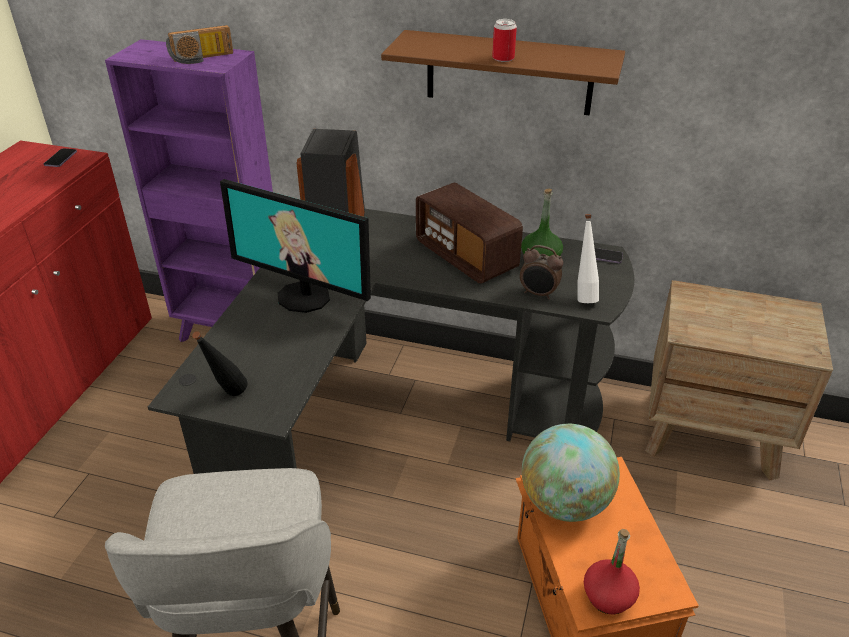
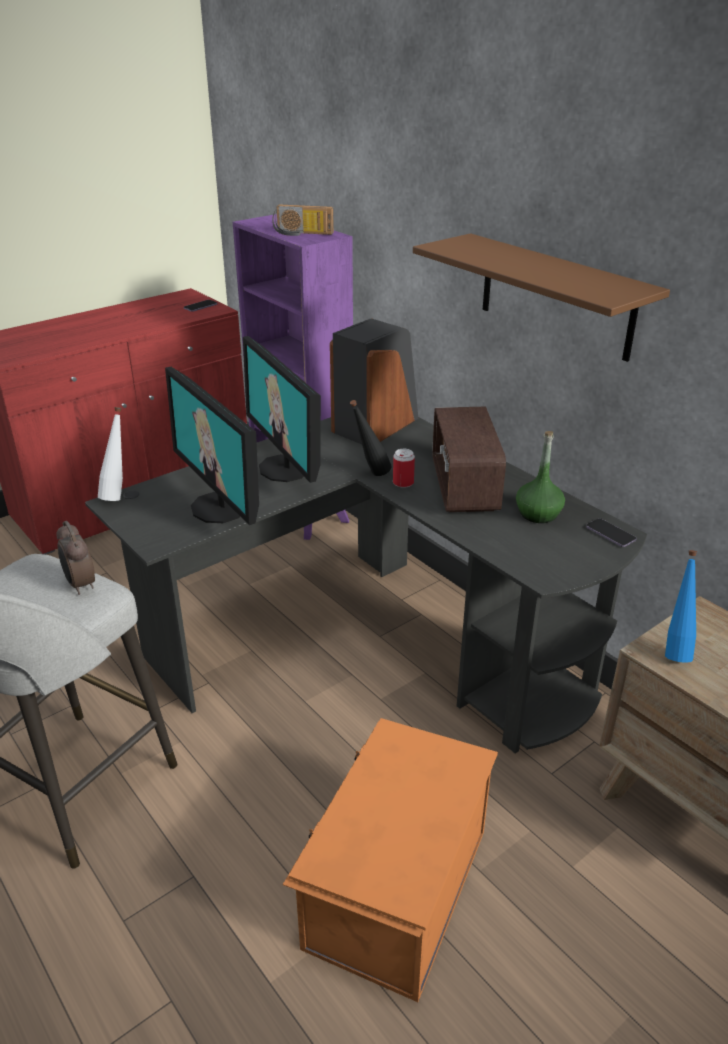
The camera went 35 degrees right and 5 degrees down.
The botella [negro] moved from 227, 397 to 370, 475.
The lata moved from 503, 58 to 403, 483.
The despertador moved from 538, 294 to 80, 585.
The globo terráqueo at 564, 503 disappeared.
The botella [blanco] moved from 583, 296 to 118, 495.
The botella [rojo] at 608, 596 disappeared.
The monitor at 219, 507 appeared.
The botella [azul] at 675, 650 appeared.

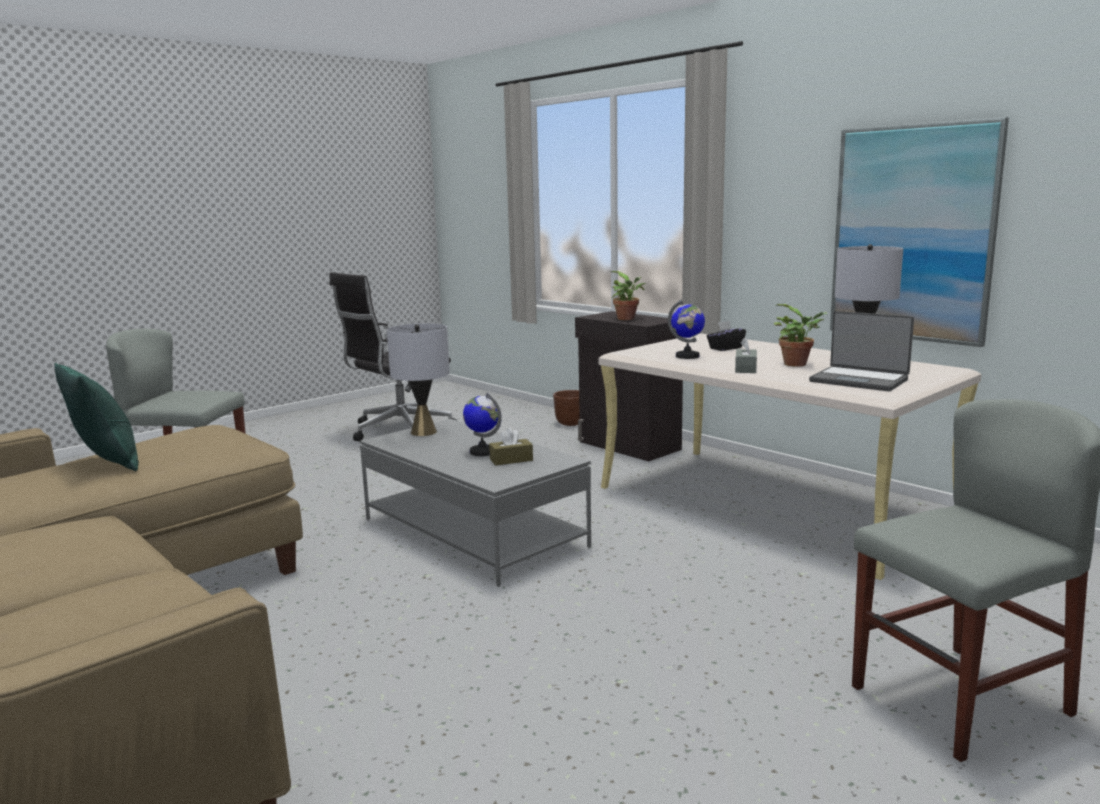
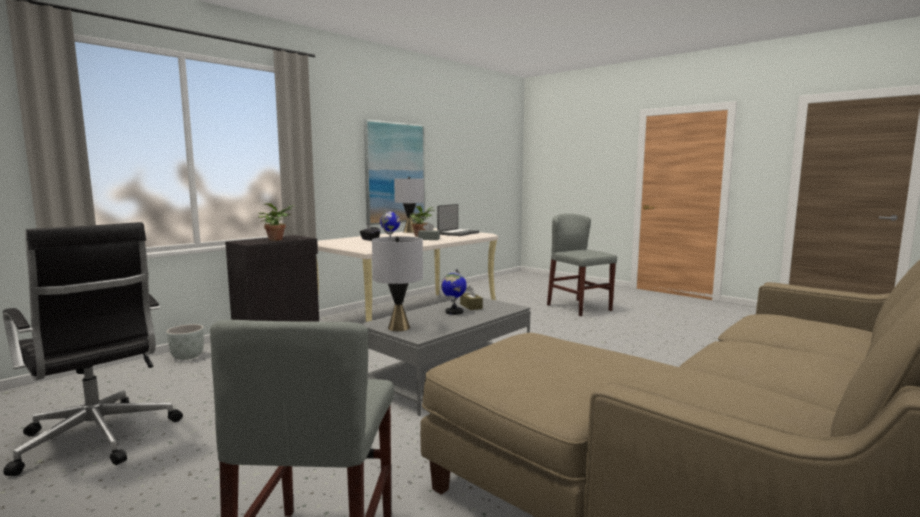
The camera went 95 degrees left and 5 degrees down.
The cojín [verde] at 107, 462 disappeared.
The maceta [marrón] at 571, 423 became the maceta [gris] at 188, 357.

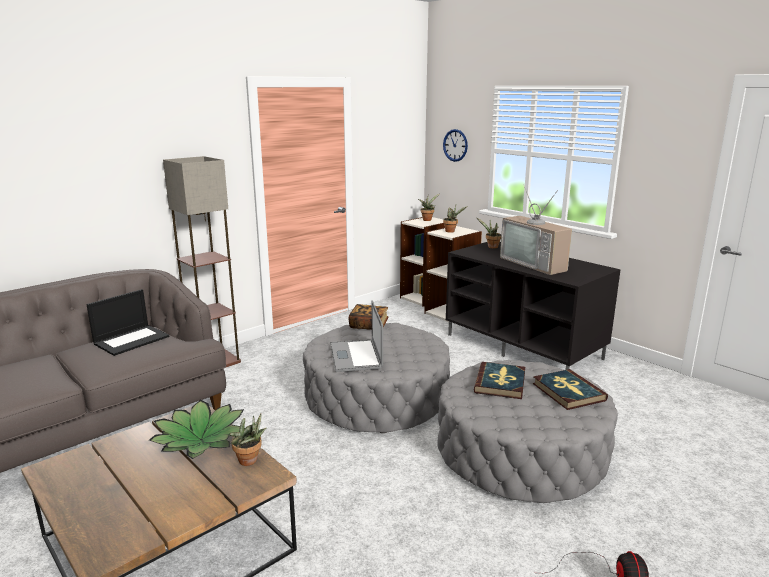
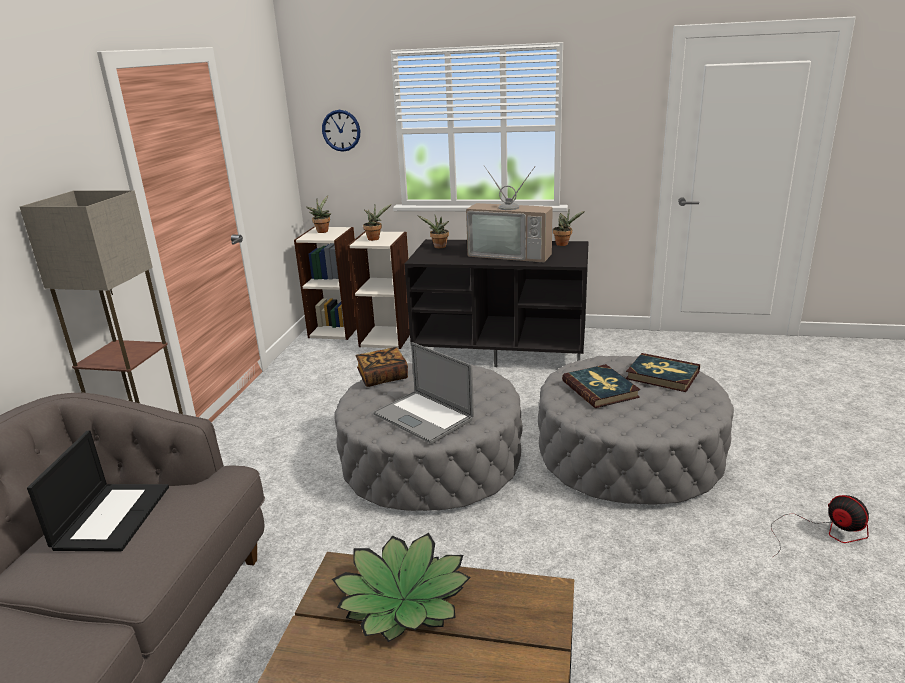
The camera went 35 degrees left and 5 degrees up.
The planta en maceta moved from 250, 461 to 564, 244.

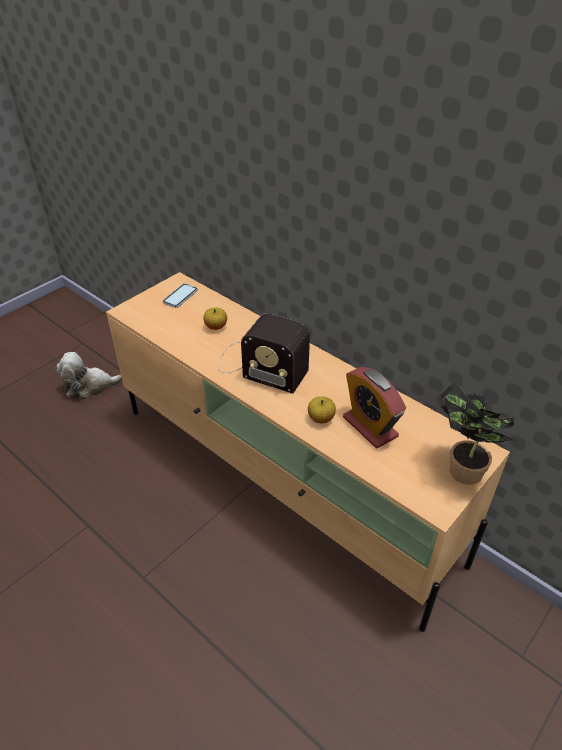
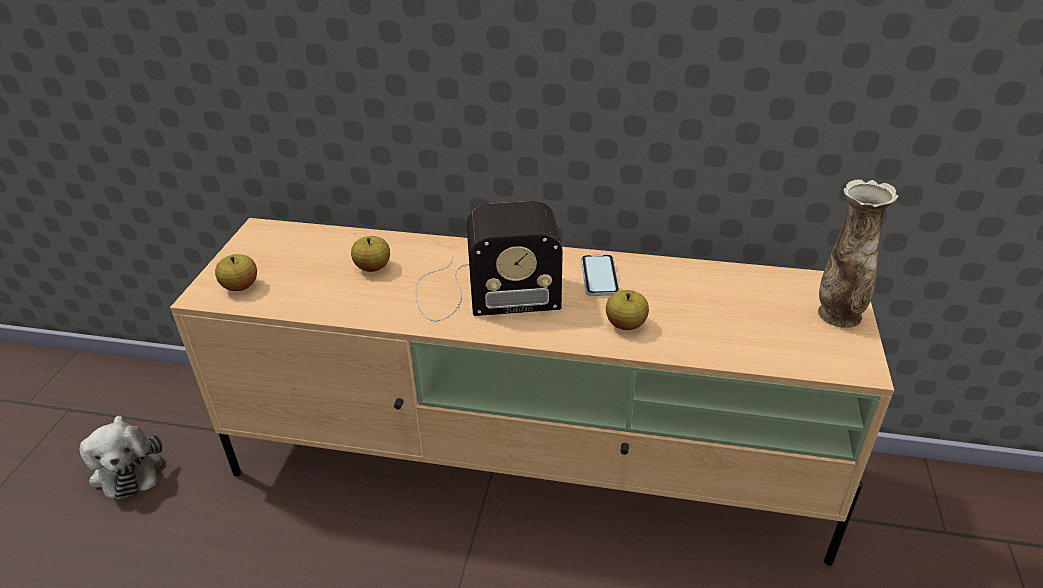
The camera went 30 degrees left and 5 degrees down.
The peluche at 90, 386 turned 75 degrees counterclockwise.
The móvil moved from 180, 296 to 599, 277.
The despertador at 370, 427 disappeared.
The planta en maceta at 460, 470 was replaced by the florero at 837, 314.
The manzana at 240, 287 appeared.

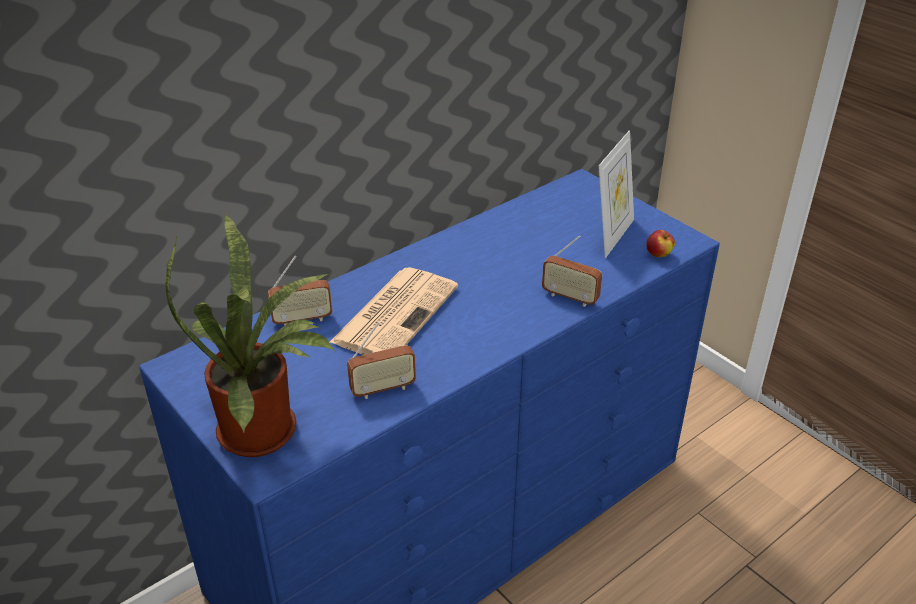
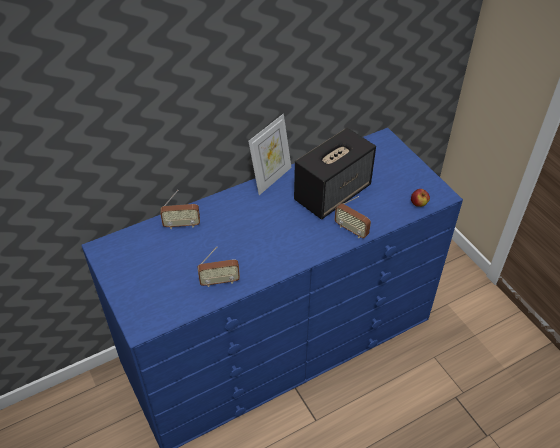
The camera went 10 degrees right and 10 degrees up.
The planta en maceta at 266, 431 disappeared.
The periódico at 396, 313 disappeared.
The portarretratos moved from 612, 236 to 271, 178.
The altavoz at 333, 193 appeared.

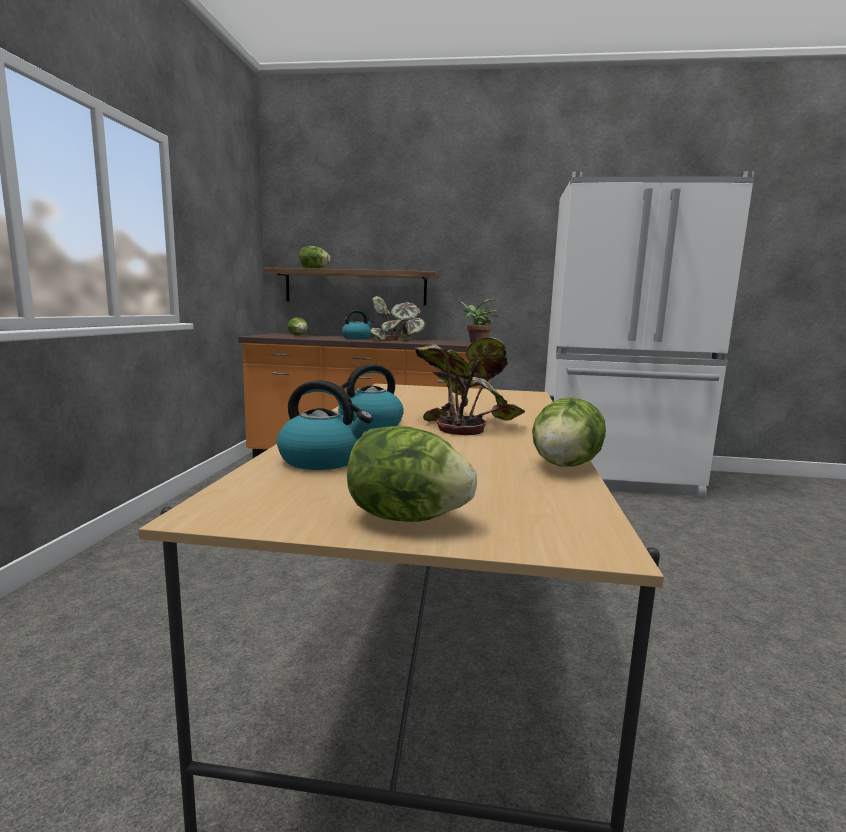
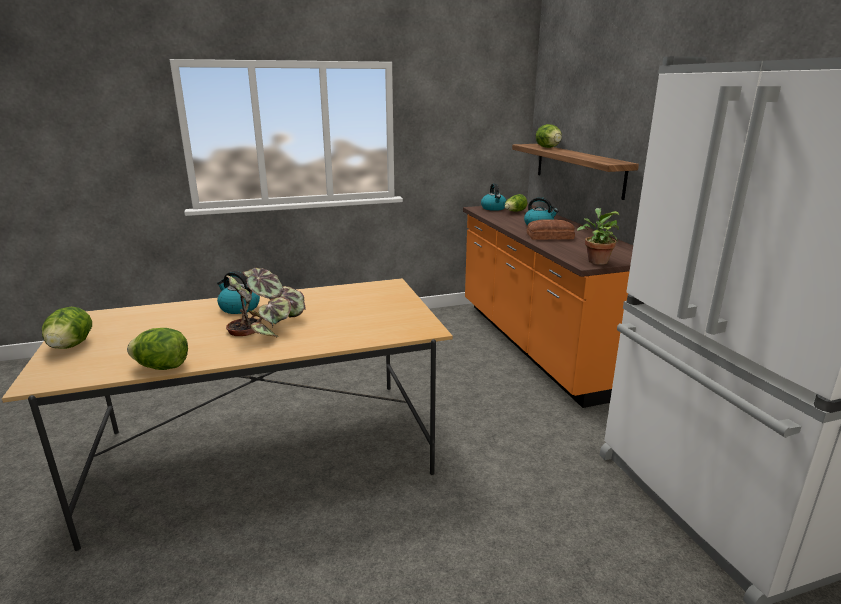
The camera went 65 degrees right and 10 degrees up.
The hervidor moved from 323, 460 to 493, 208.
The planta en maceta at 397, 340 was replaced by the pan at 550, 237.

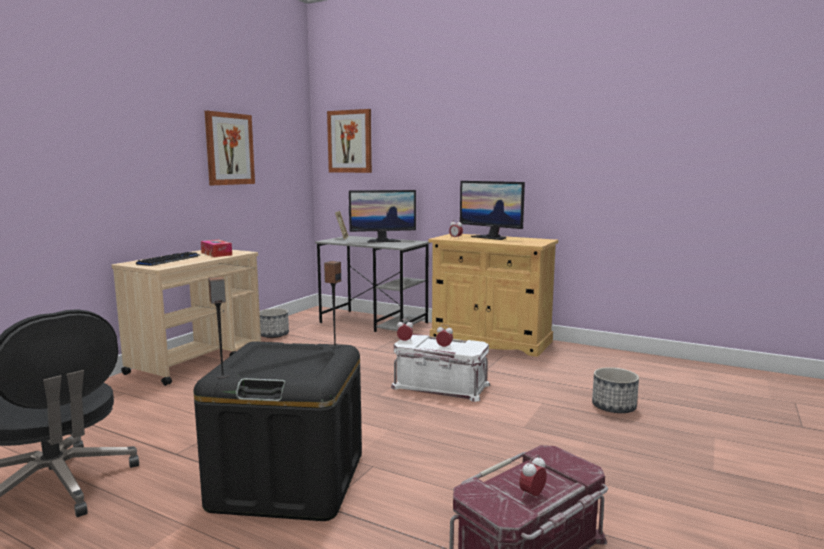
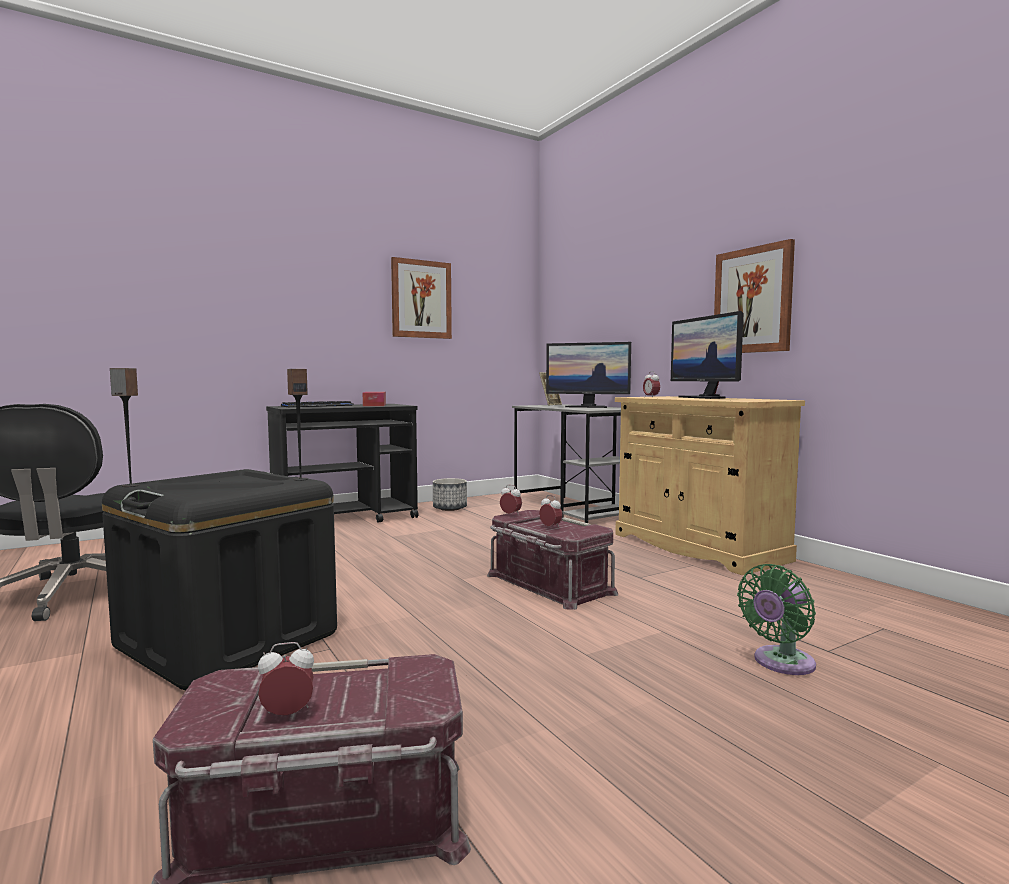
The camera went 30 degrees right and 5 degrees down.
The carrito [beis] at 197, 360 became the carrito [negro] at 346, 519.
The cuadro moved from 350, 141 to 753, 300.
The caja de almacenaje [blanco] at 440, 386 became the caja de almacenaje [rojo] at 548, 584.
The maceta at 614, 407 was replaced by the ventilador [verde] at 780, 663.

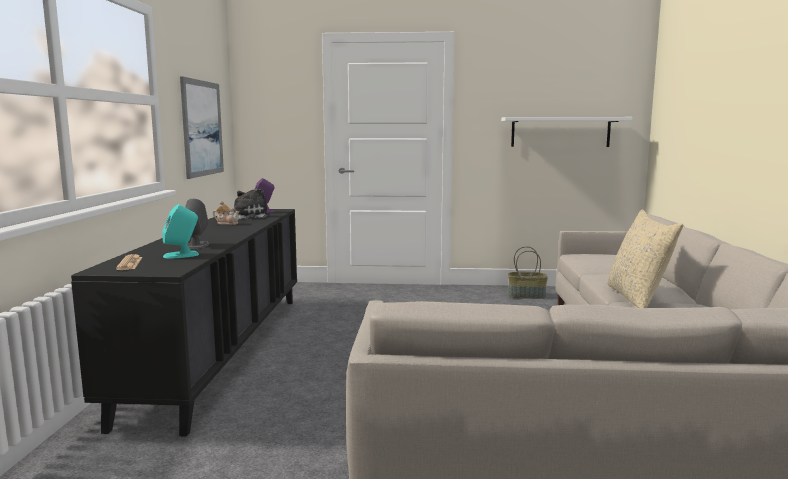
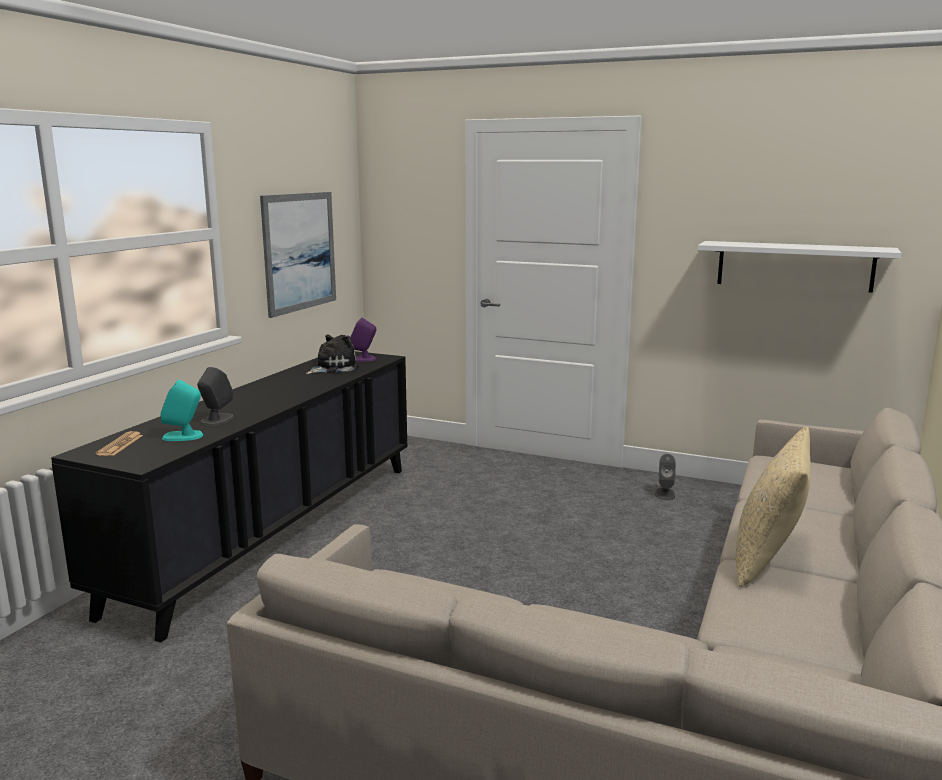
The camera went 20 degrees right and 5 degrees up.
The tetera at 227, 223 disappeared.
The cesta at 527, 295 disappeared.
The altavoz [gris] at 664, 494 appeared.

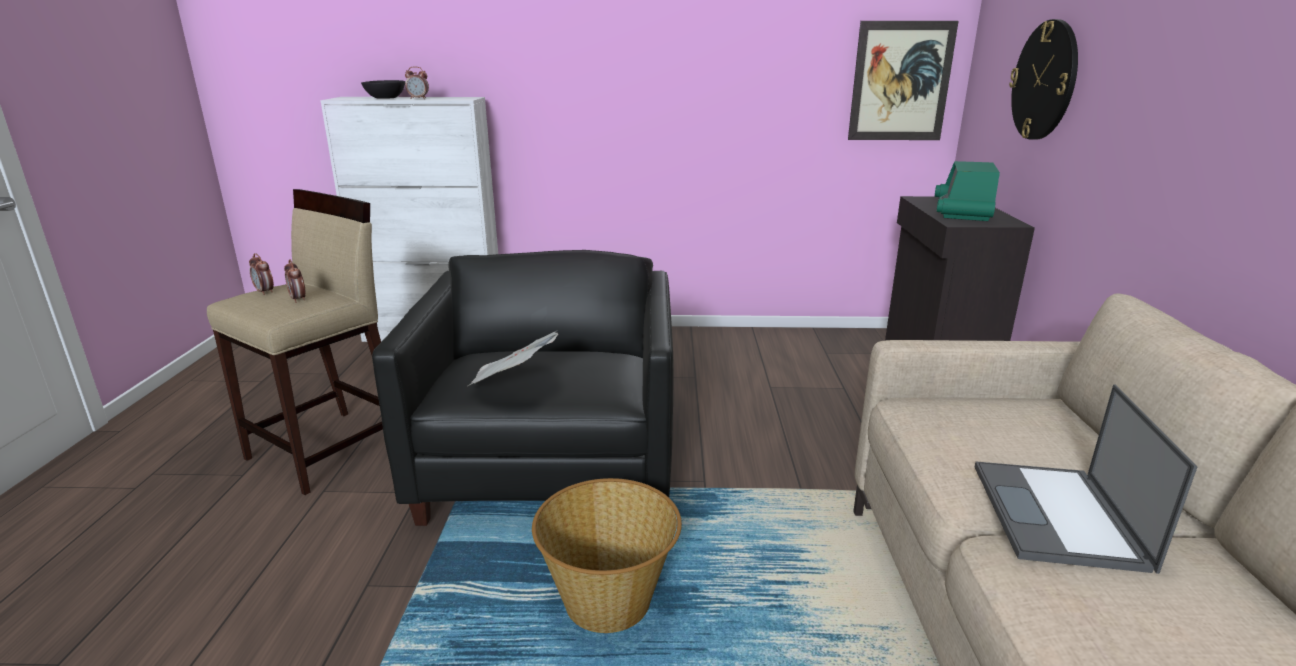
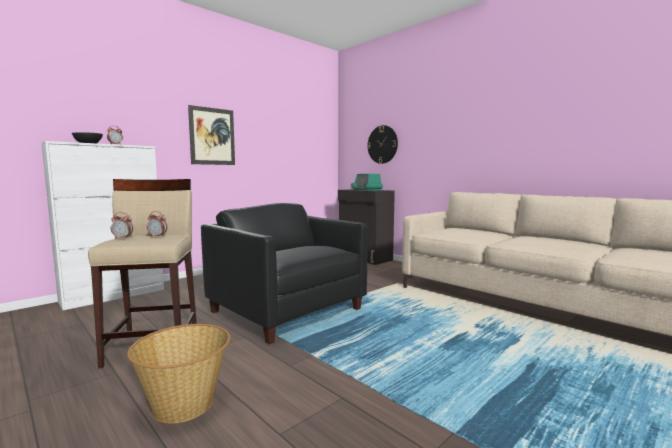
The camera went 45 degrees left and 15 degrees down.
The periódico at 514, 381 disappeared.
The cesta moved from 609, 603 to 184, 404.
The cuadro moved from 901, 82 to 212, 136.
The portátil at 1059, 516 disappeared.

